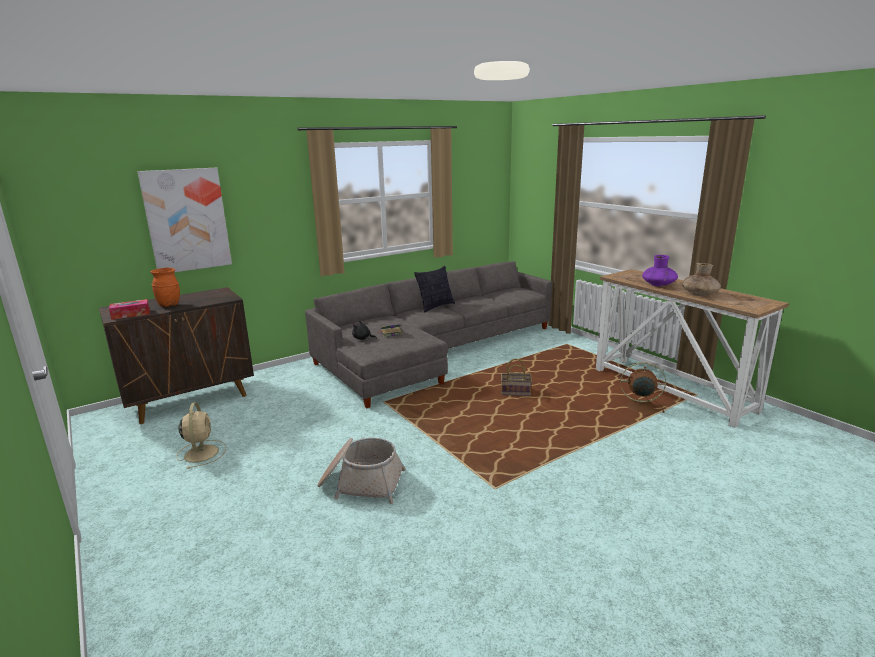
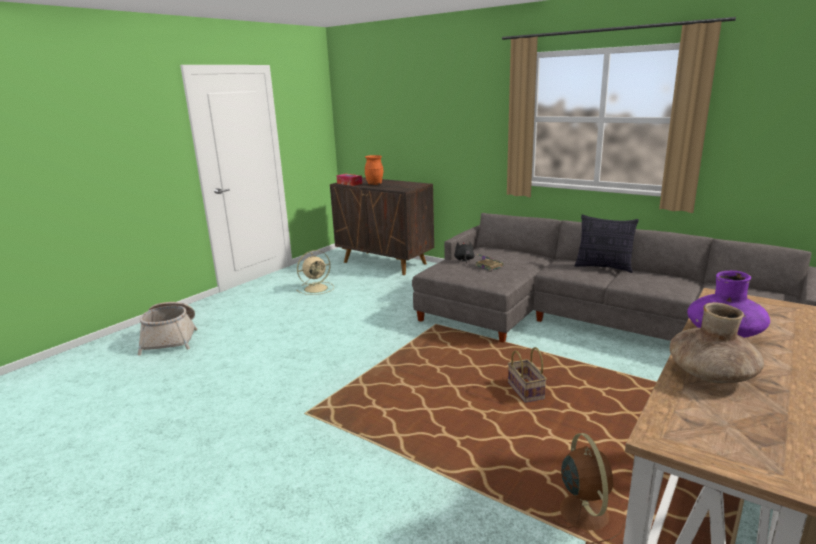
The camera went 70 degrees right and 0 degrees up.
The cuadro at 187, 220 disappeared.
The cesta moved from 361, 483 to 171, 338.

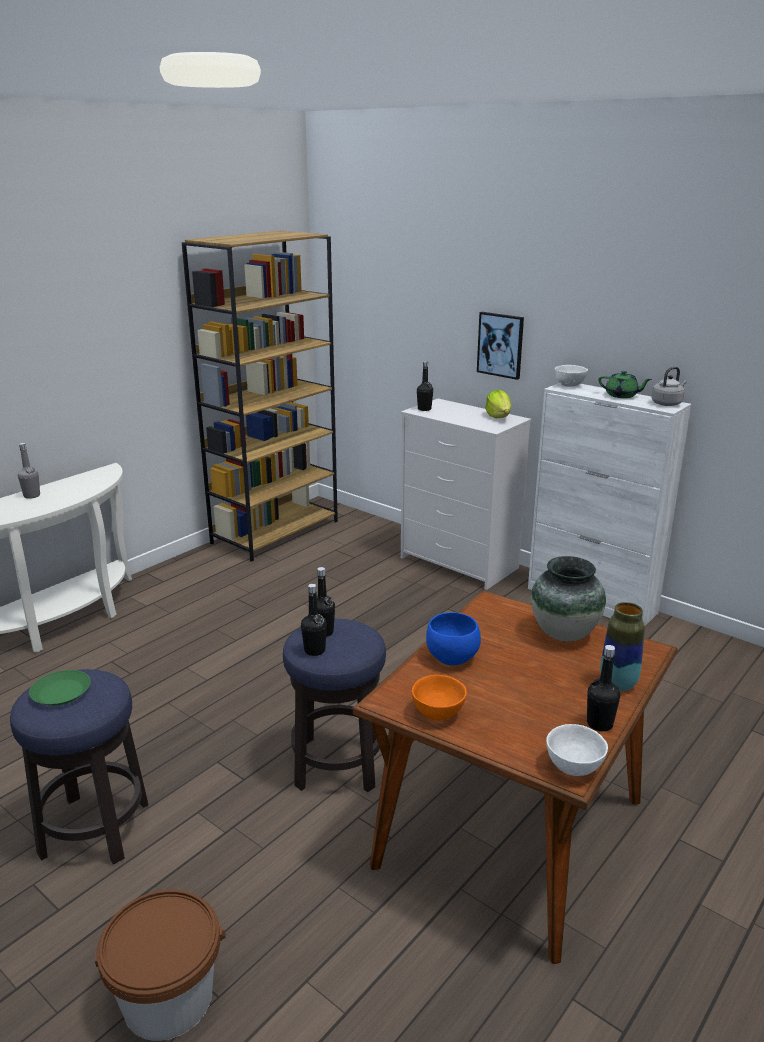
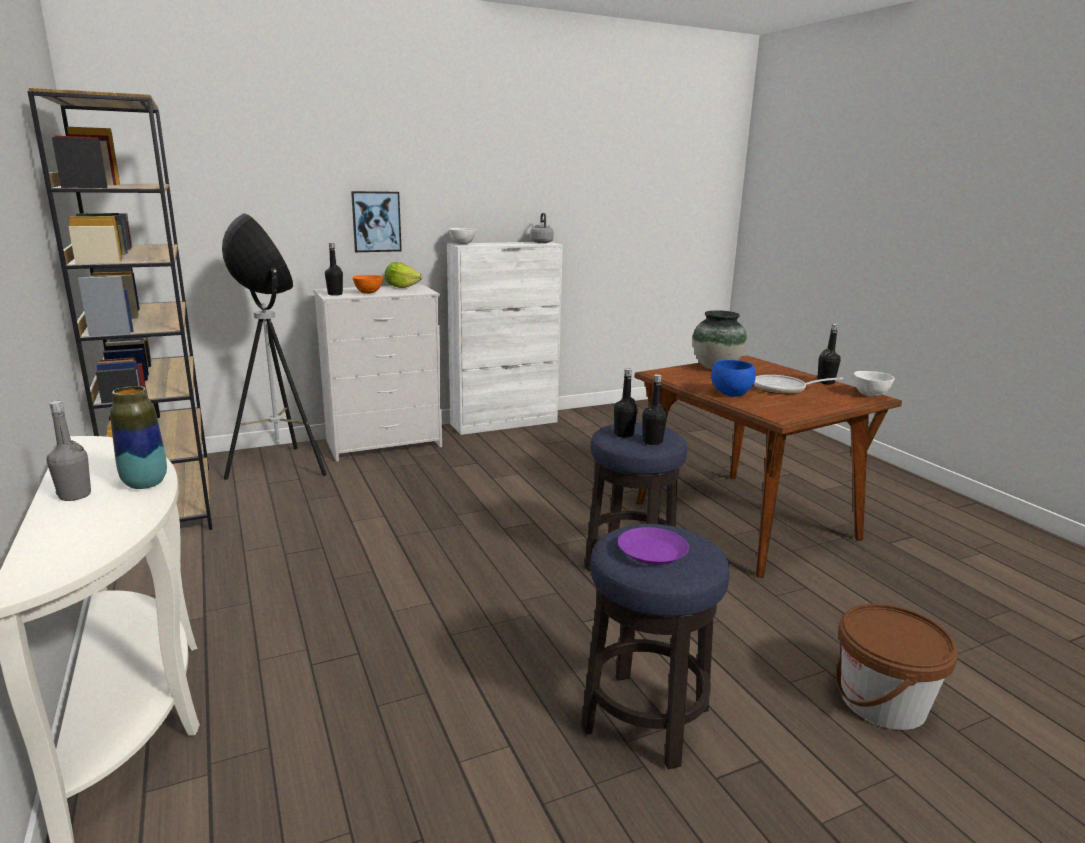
The camera went 65 degrees left and 5 degrees down.
The plato [verde] at 61, 692 became the plato [morado] at 651, 552.
The cuenco [naranja] moved from 439, 714 to 369, 293.
The tetera [verde] at 622, 395 disappeared.
The florero moved from 618, 684 to 145, 484.
The lámpara de pie at 279, 468 appeared.
The sartén at 783, 389 appeared.

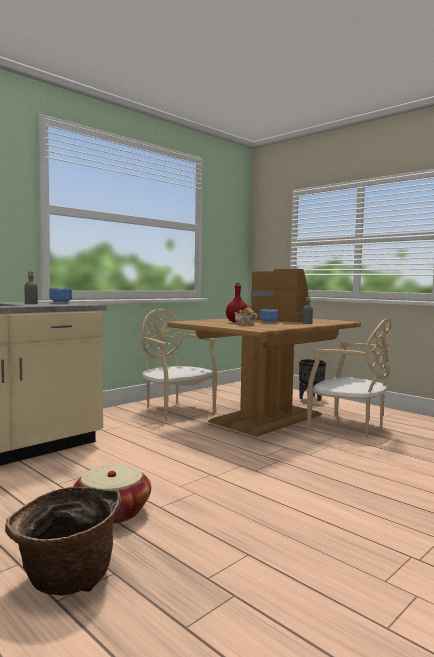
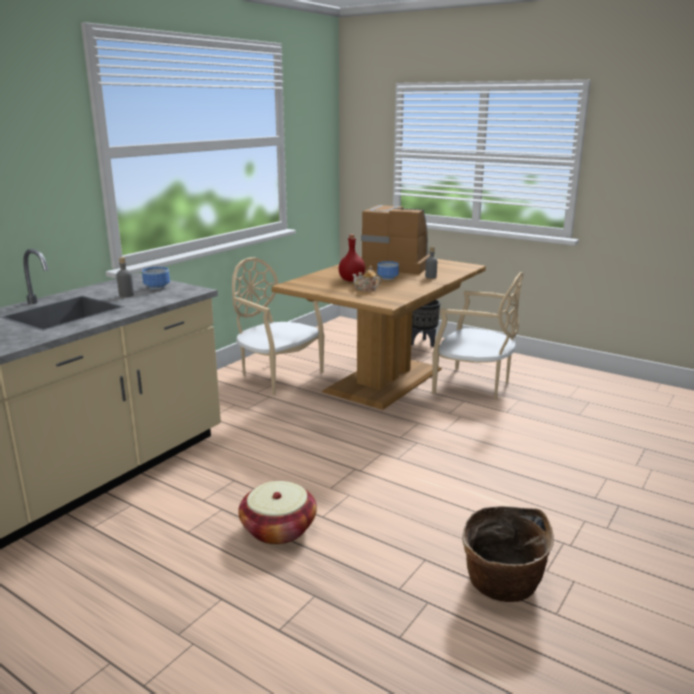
The camera went 10 degrees left and 15 degrees up.
The cesta moved from 65, 580 to 501, 587.

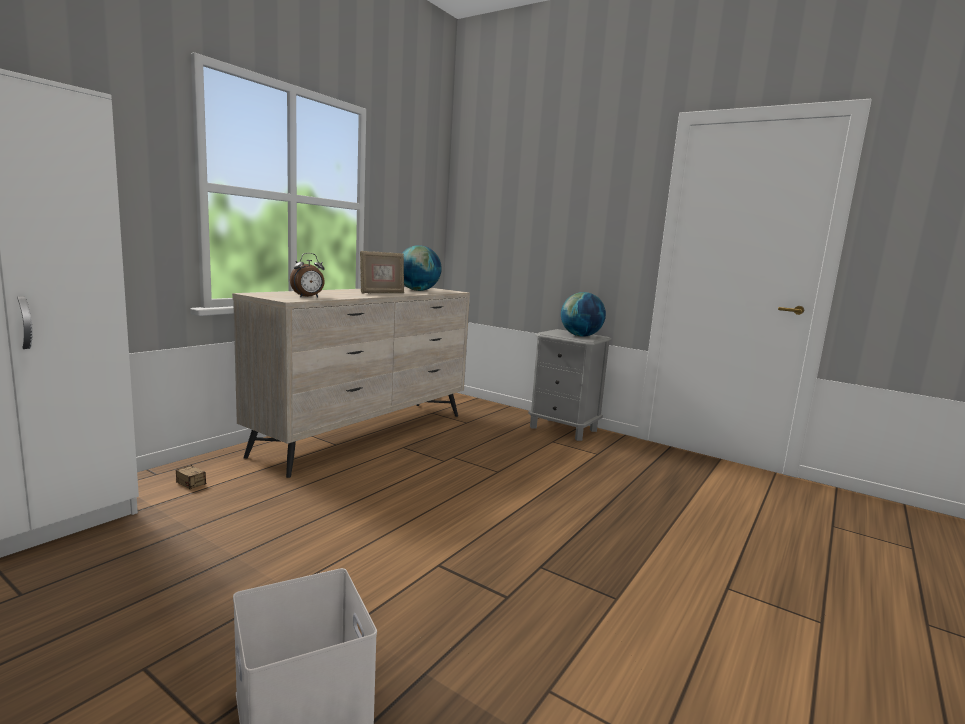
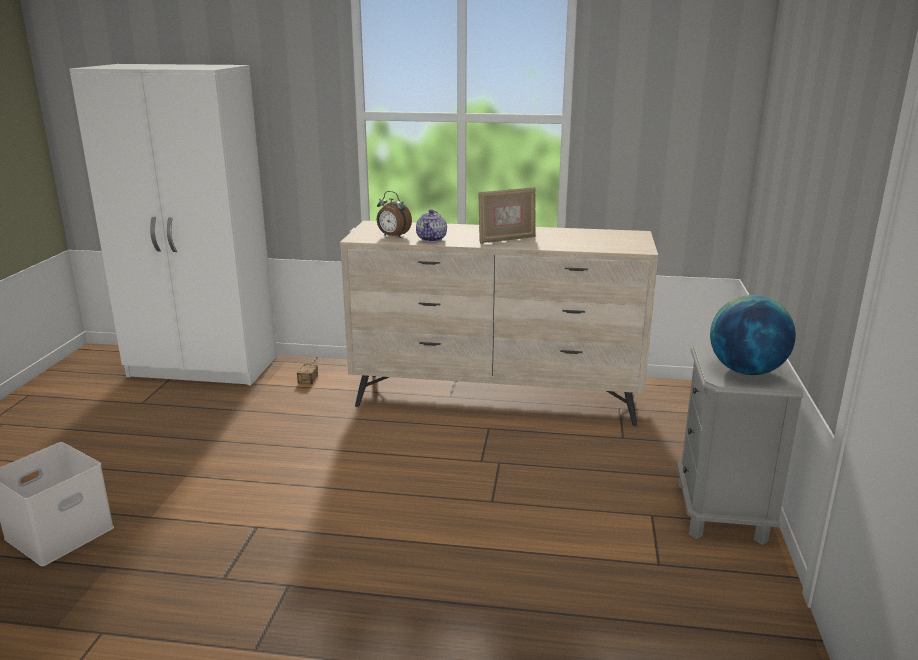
The camera went 65 degrees right and 10 degrees up.
The portarretratos at 382, 293 turned 45 degrees counterclockwise.
The globo terráqueo at 418, 290 disappeared.
The tetera at 432, 239 appeared.

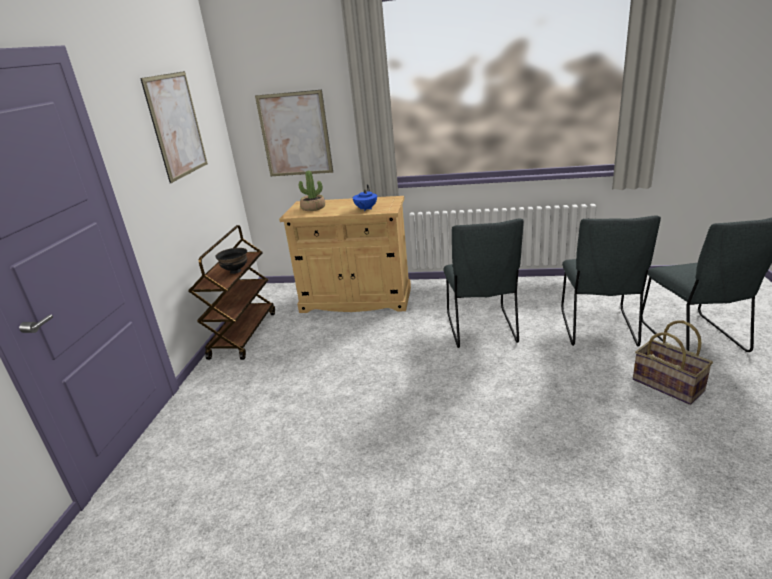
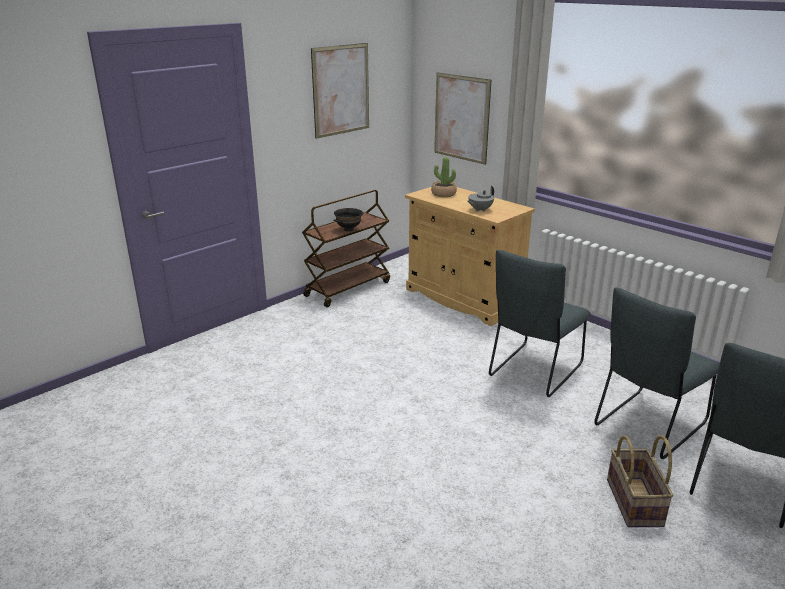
The camera went 35 degrees right and 0 degrees up.
The tetera [azul] at 365, 209 became the tetera [gris] at 480, 210.

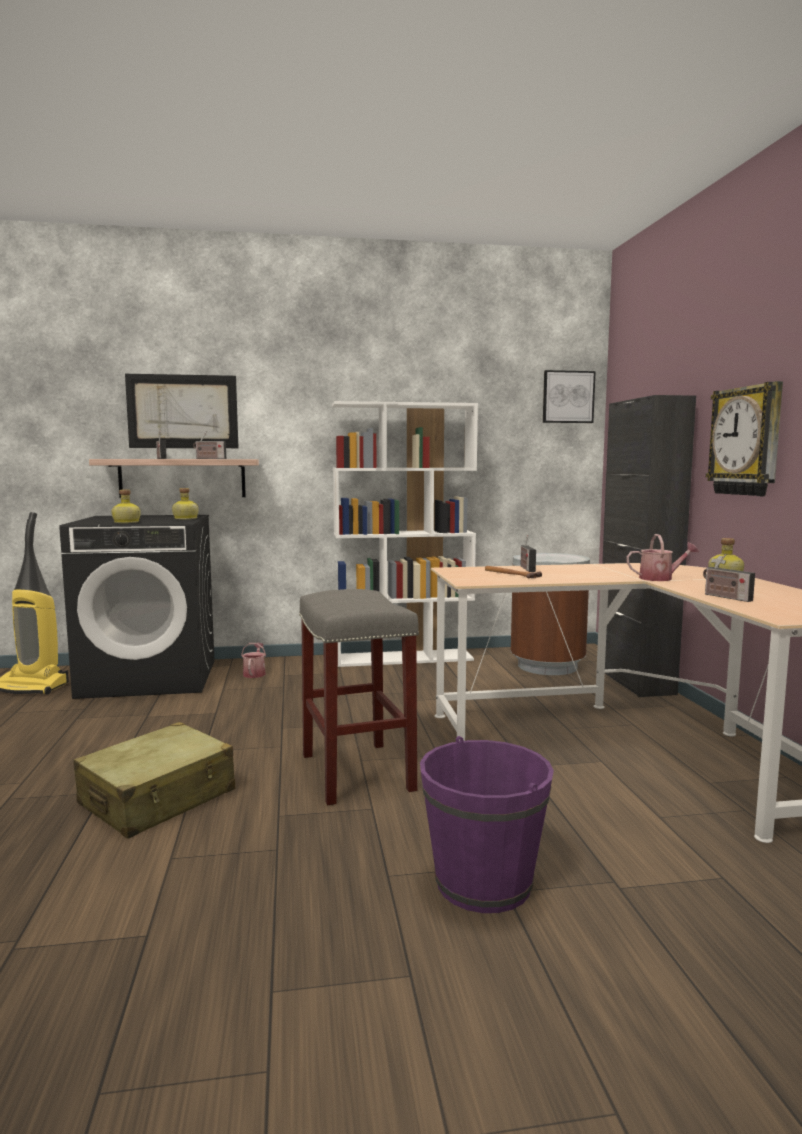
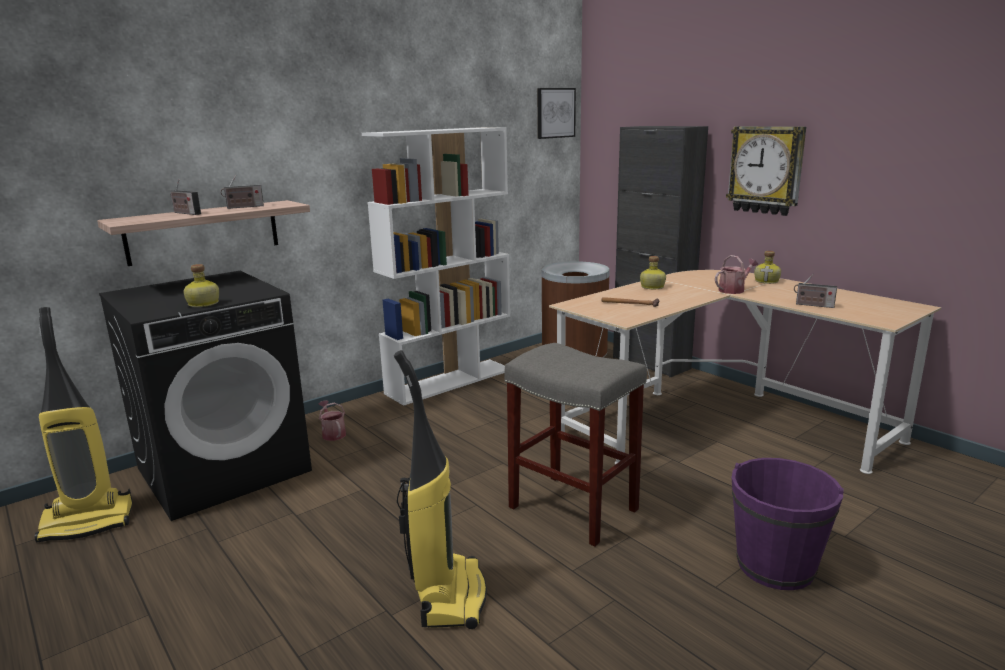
The camera went 30 degrees left and 10 degrees up.
The maleta [beis] at 158, 798 was replaced by the aspiradora at 449, 595.
The cuadro at 183, 411 disappeared.
The botella moved from 184, 518 to 651, 287.
The radio at 526, 568 disappeared.

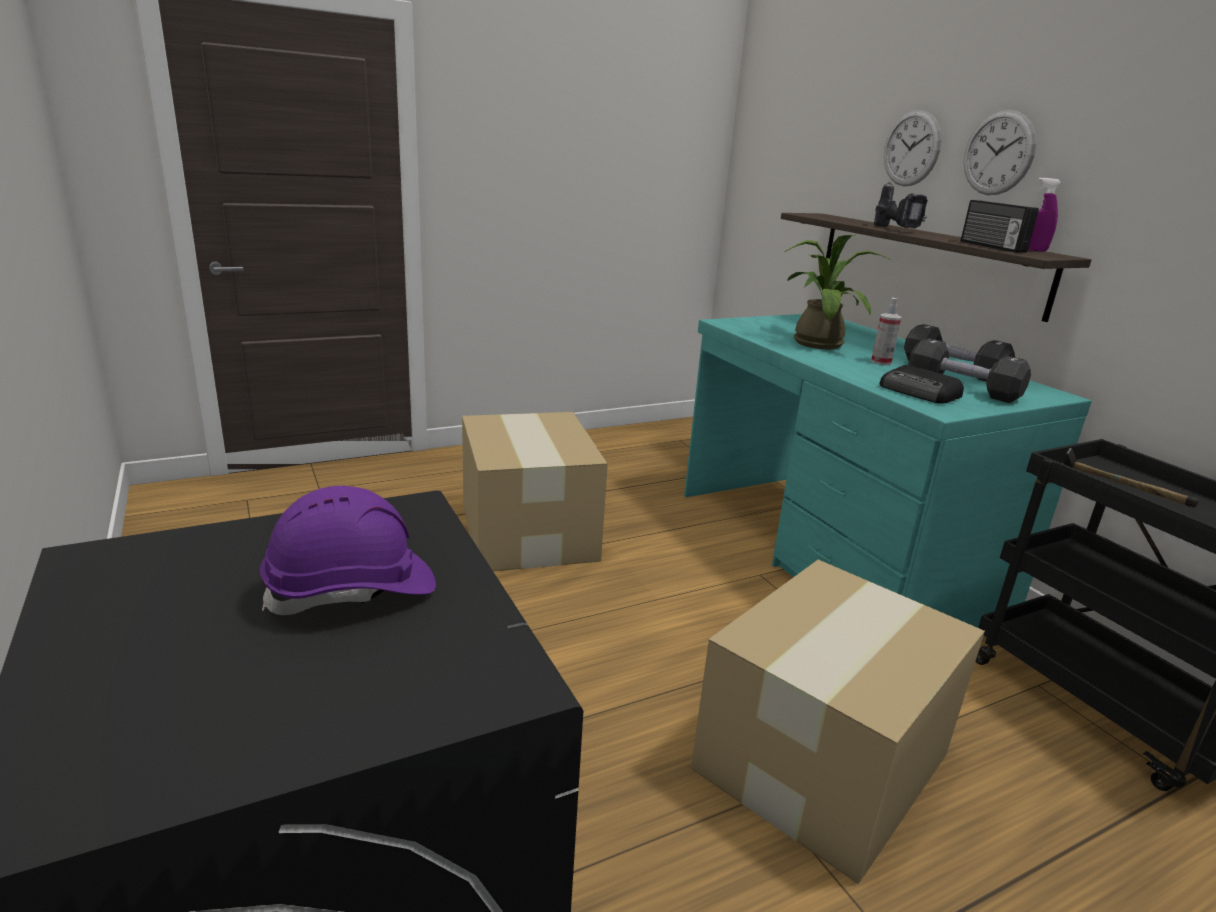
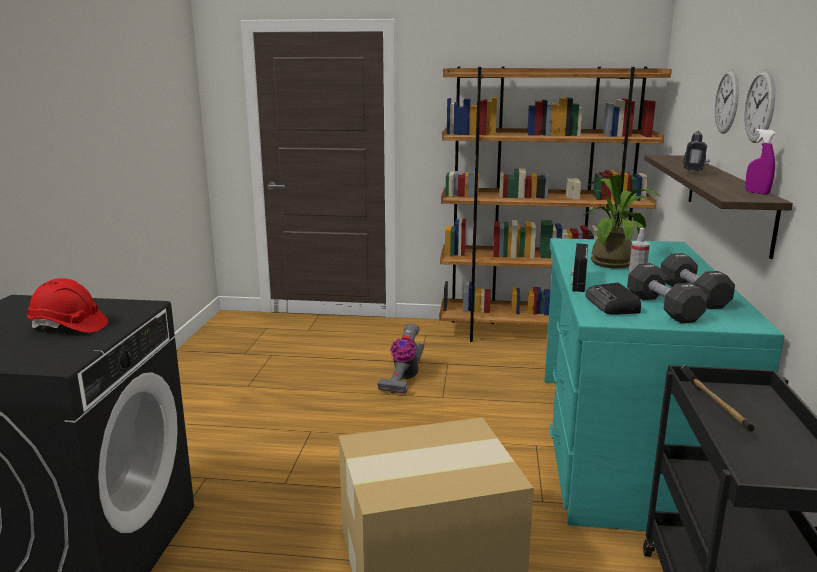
The camera went 35 degrees right and 5 degrees down.
The casco [morado] at 352, 590 became the casco [rojo] at 68, 327.
The caja de cartón at 528, 530 was replaced by the aspiradora at 403, 378.
The radio moved from 991, 246 to 577, 282.
The estantería [marrón] at 536, 334 appeared.

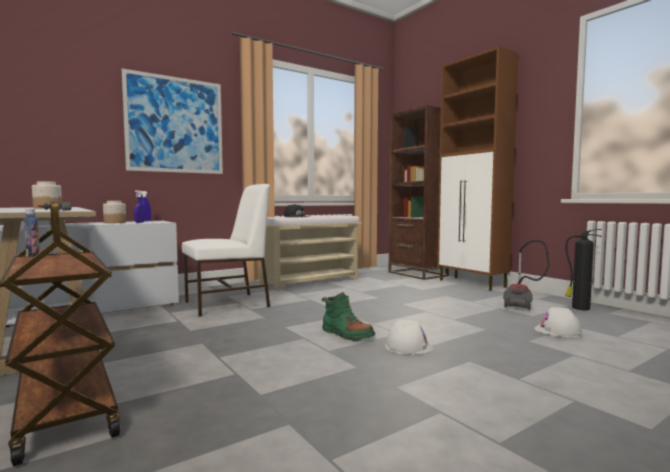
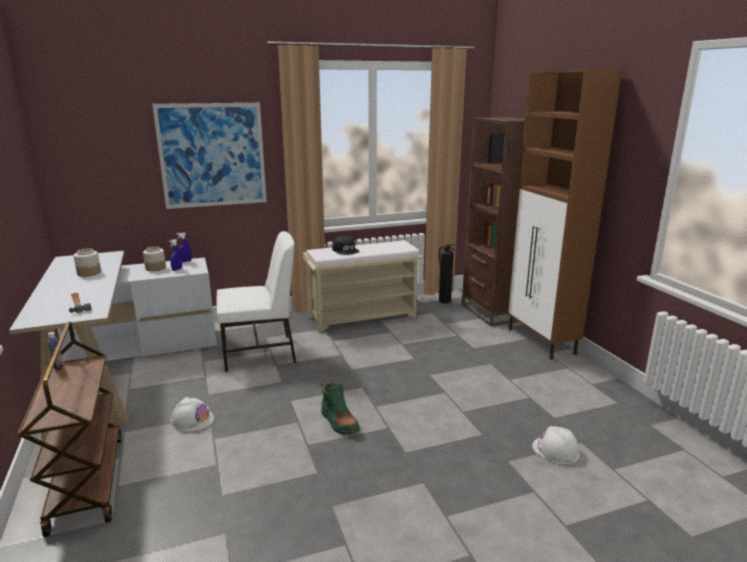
The camera went 15 degrees right and 15 degrees up.
The casco [blanco] moved from 408, 347 to 192, 420.
The aspiradora at 521, 303 disappeared.
The extintor moved from 579, 308 to 444, 301.

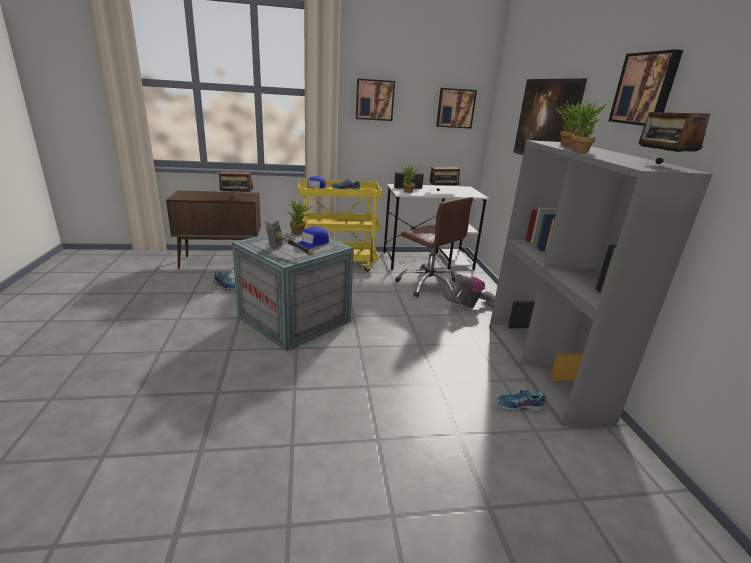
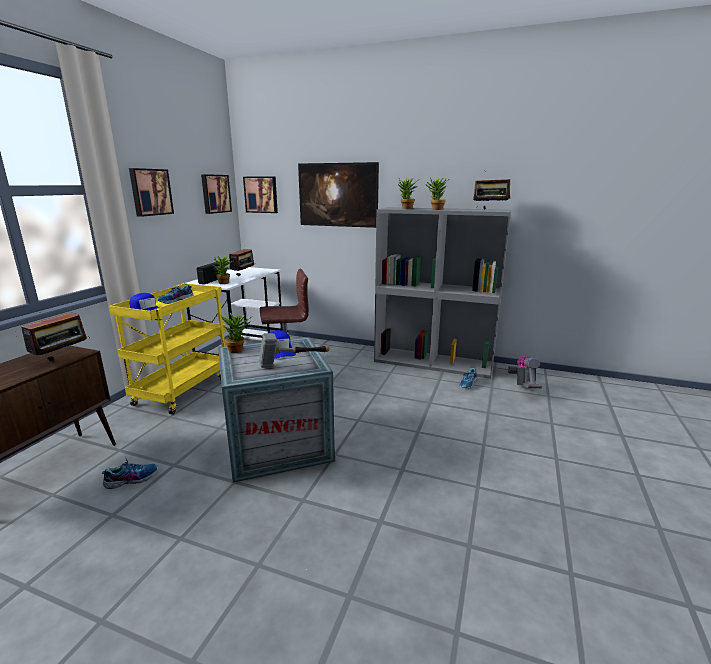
The camera went 60 degrees left and 5 degrees down.
The aspiradora moved from 470, 306 to 524, 386.
The cuadro moved from 645, 89 to 261, 194.

